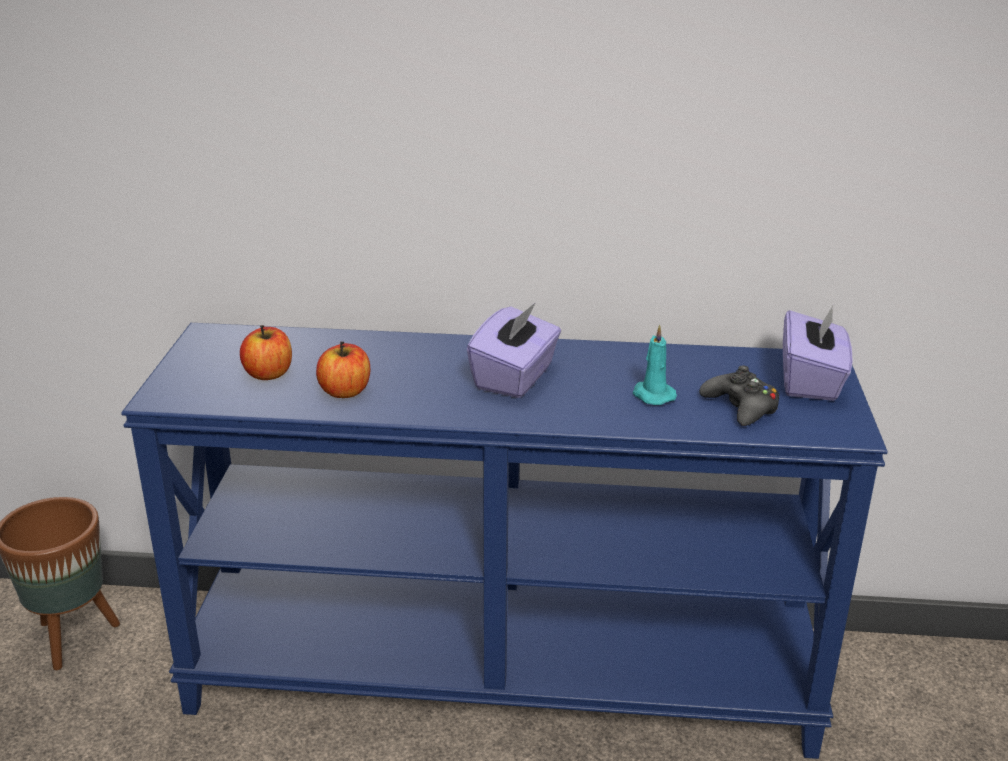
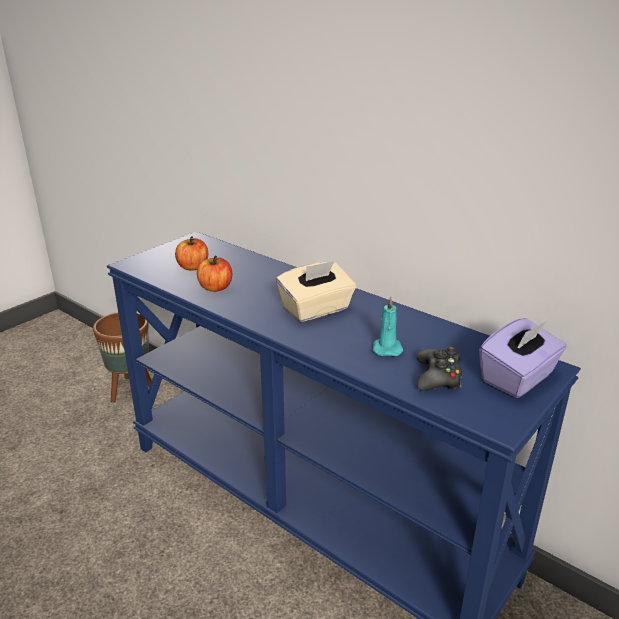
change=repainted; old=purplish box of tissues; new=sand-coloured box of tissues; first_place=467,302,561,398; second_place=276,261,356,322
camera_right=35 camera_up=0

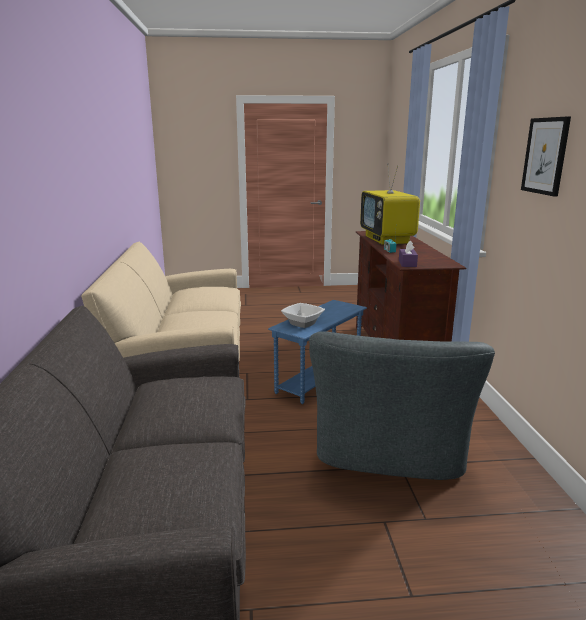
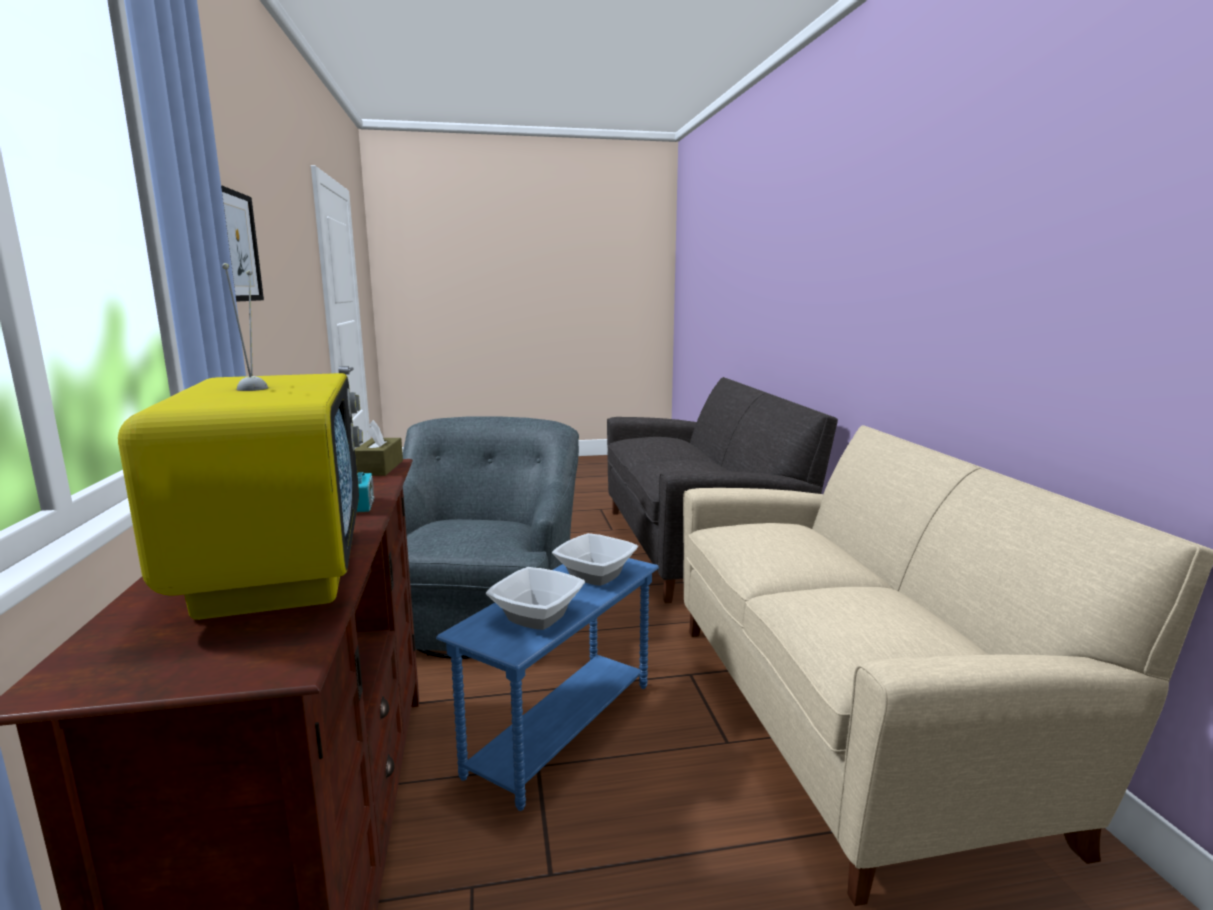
change=repainted; old=purplish box of tissues; new=brown-coloured box of tissues; first_place=399,240,418,267; second_place=355,420,403,476
change=new; new=serving bowl; second_place=486,567,585,630
camera_right=175 camera_up=-5

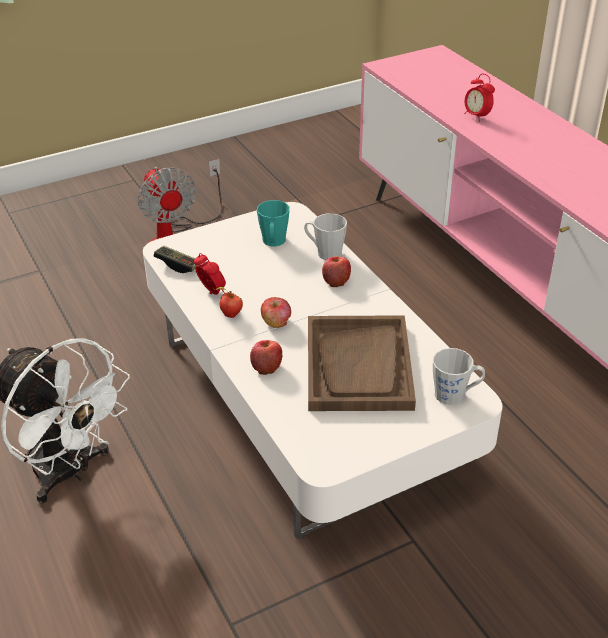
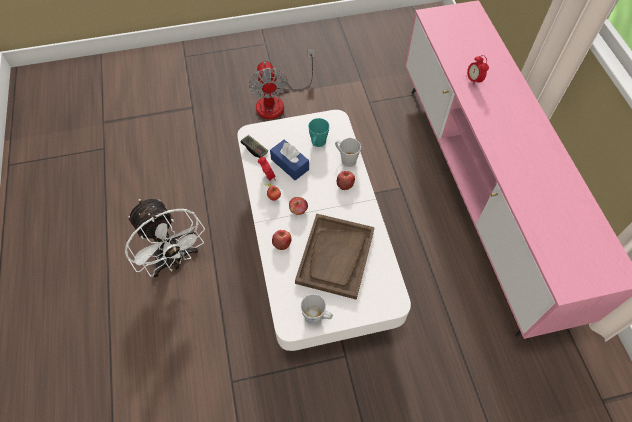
change=new; new=blue-coloured box of tissues; second_place=270,139,309,180
change=shifted; old=gray tea mug; first_place=433,348,485,405; second_place=301,294,333,325
camera_right=15 camera_up=20

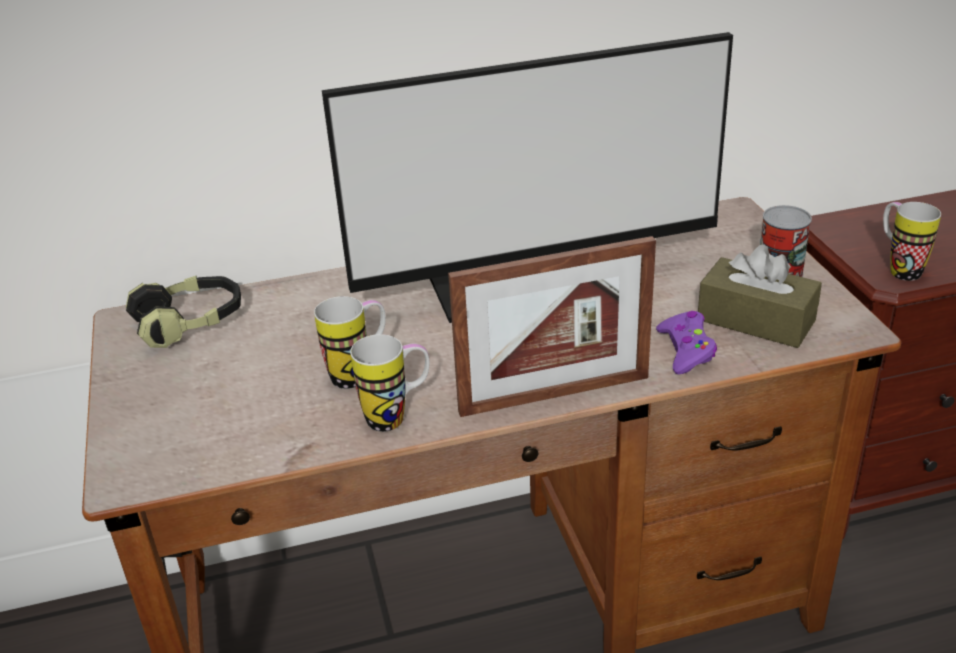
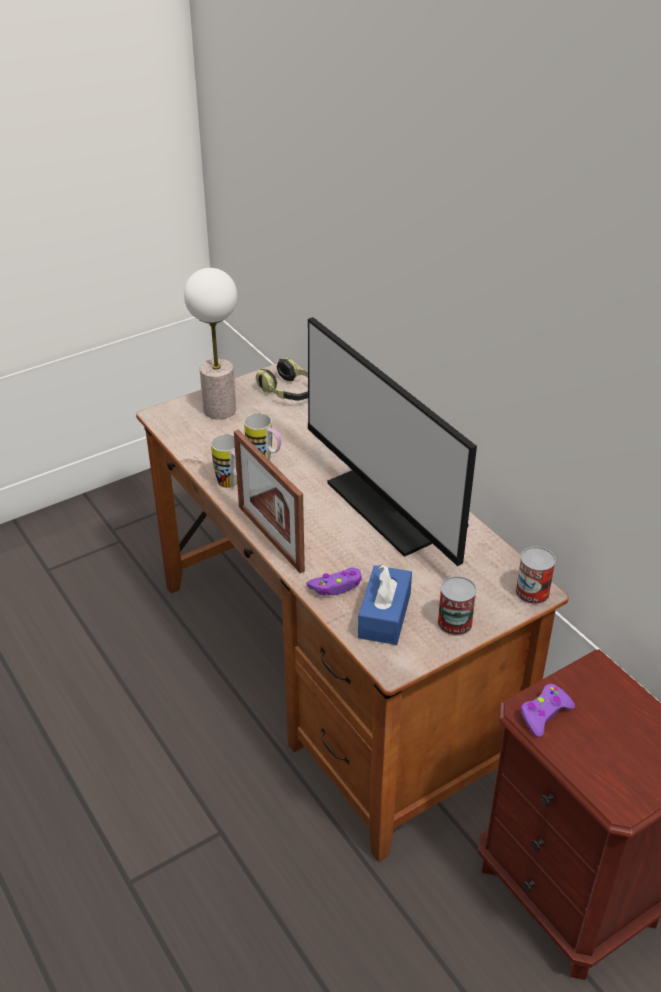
change=new; new=lamp for a table; second_place=184,268,237,419
change=repainted; old=brown-coloured box of tissues; new=blue-coloured box of tissues; first_place=698,245,822,348; second_place=358,564,412,645
change=new; new=can; second_place=515,546,556,605
change=swapped; old=tea mug; new=purplish joypad; first_place=883,202,941,281; second_place=520,684,575,737
camera_right=70 camera_up=5

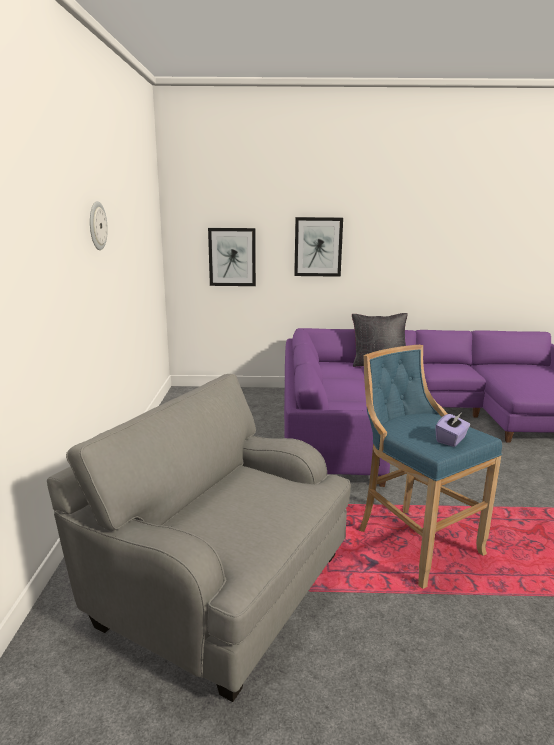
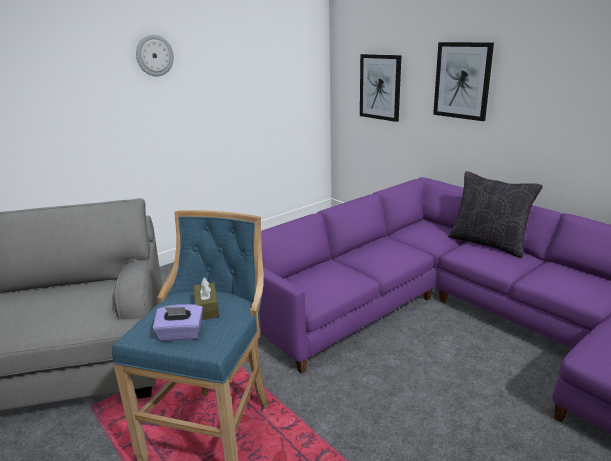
change=new; new=brown-coloured box of tissues; second_place=194,278,219,320
camera_right=50 camera_up=5

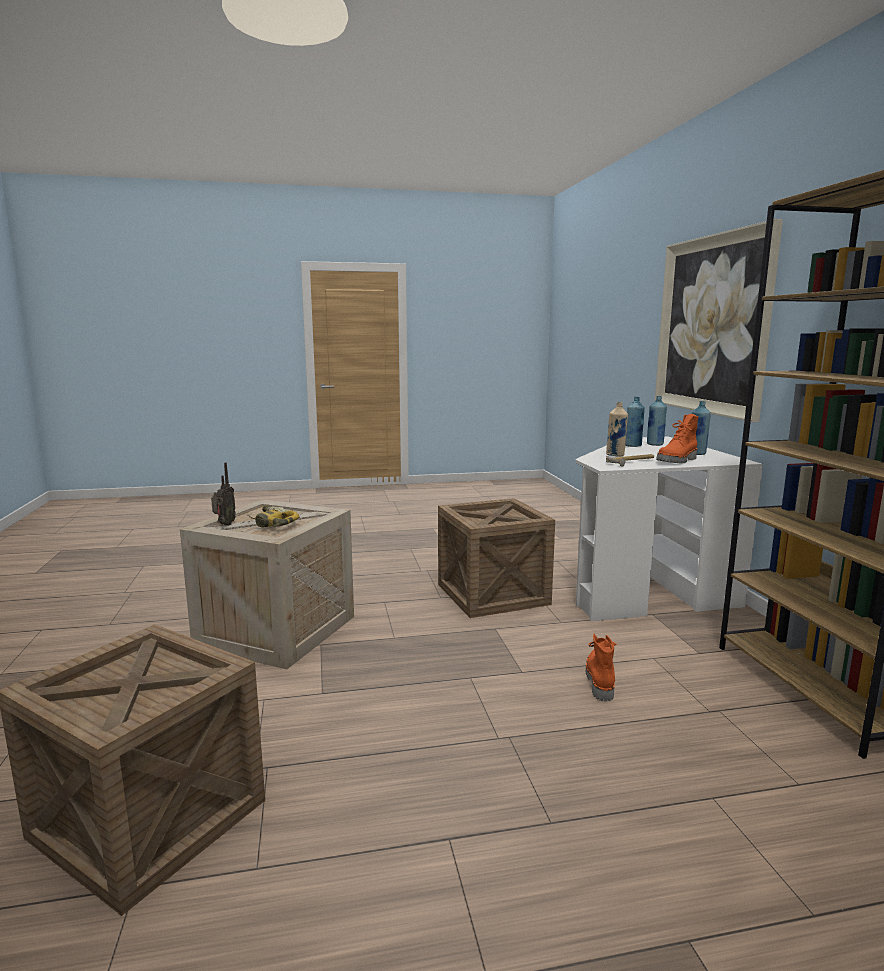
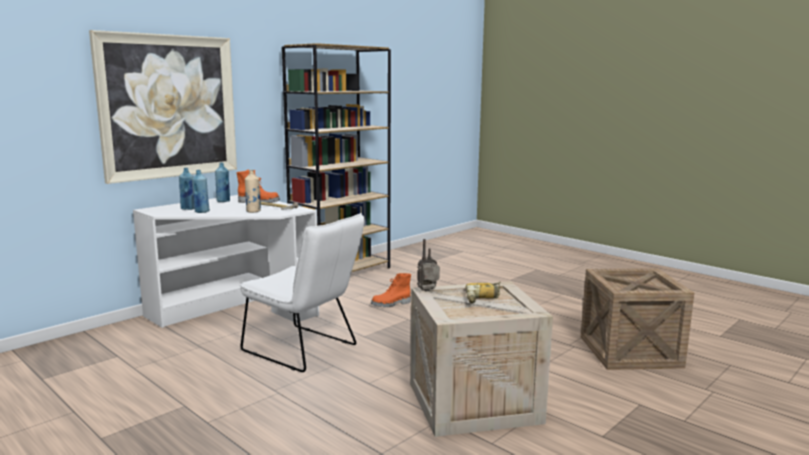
change=swapped; old=crate; new=white plain chair; first_place=438,498,555,618; second_place=240,213,365,372
change=shifted; old=radio receiver; first_place=211,462,236,526; second_place=417,239,440,292
camera_right=-125 camera_up=0

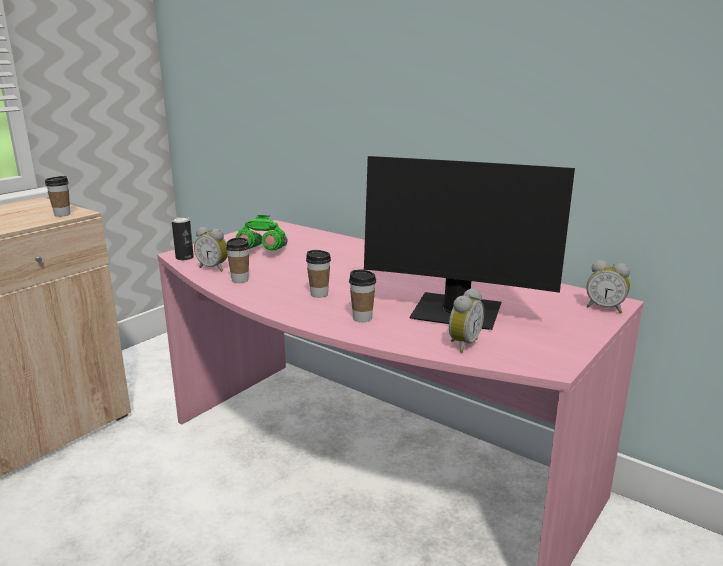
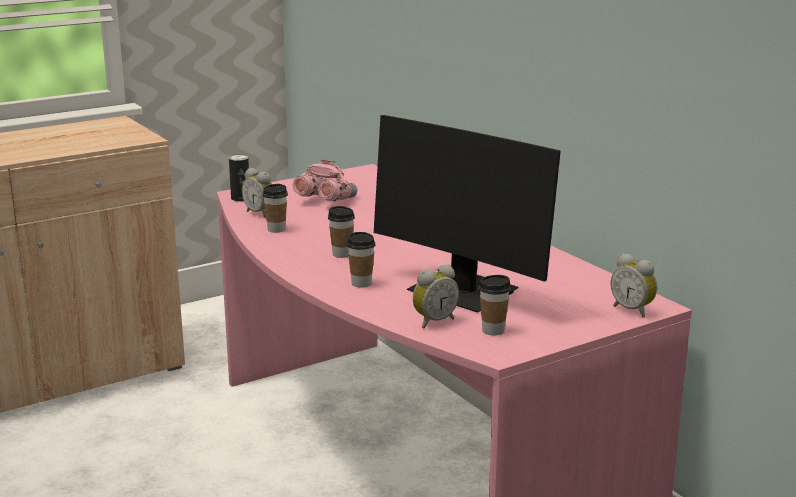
change=repainted; old=green-coloured field glasses; new=pinkish field glasses; first_place=235,215,288,251; second_place=293,159,357,201
change=shifted; old=drinking cup; first_place=45,176,70,217; second_place=479,275,511,335
camera_right=20 camera_up=0

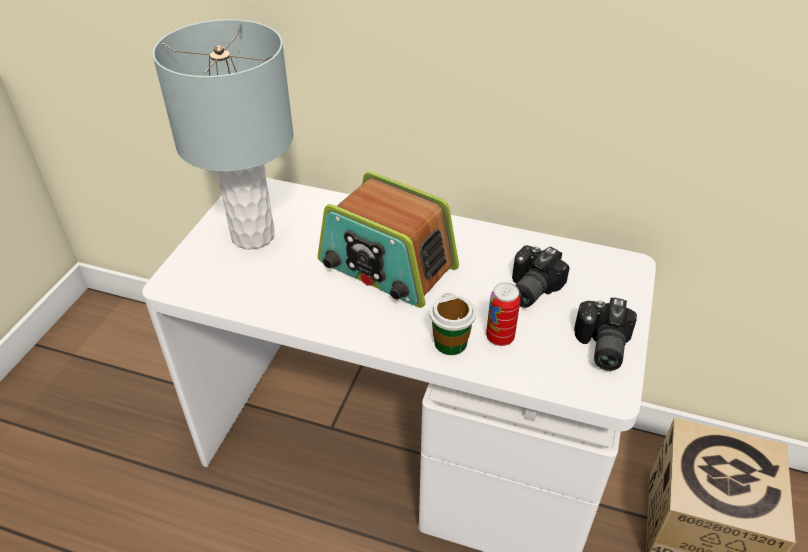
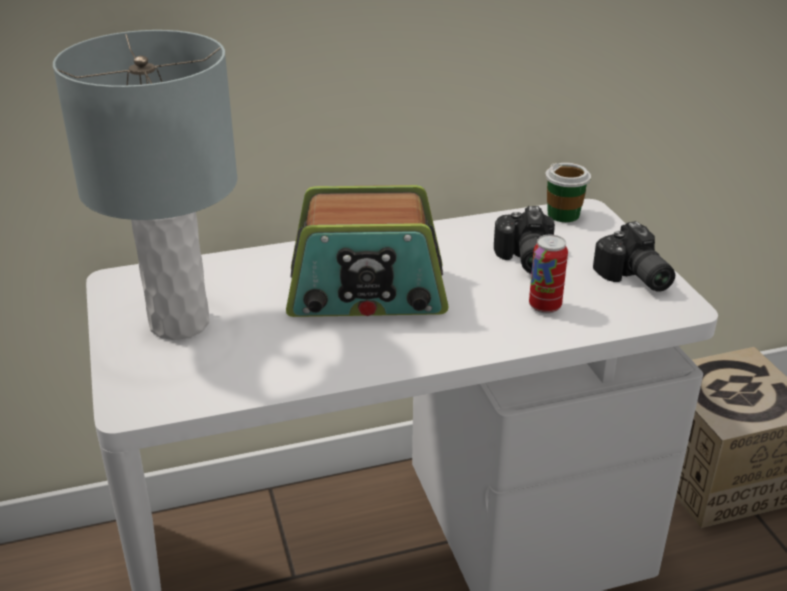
change=shifted; old=drinking cup; first_place=429,293,476,355; second_place=545,163,591,222
camera_right=-35 camera_up=-10

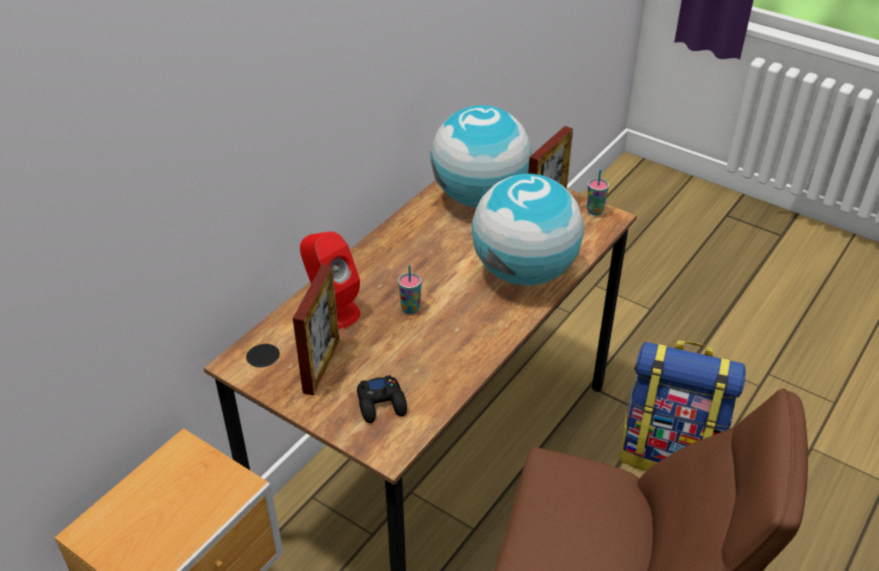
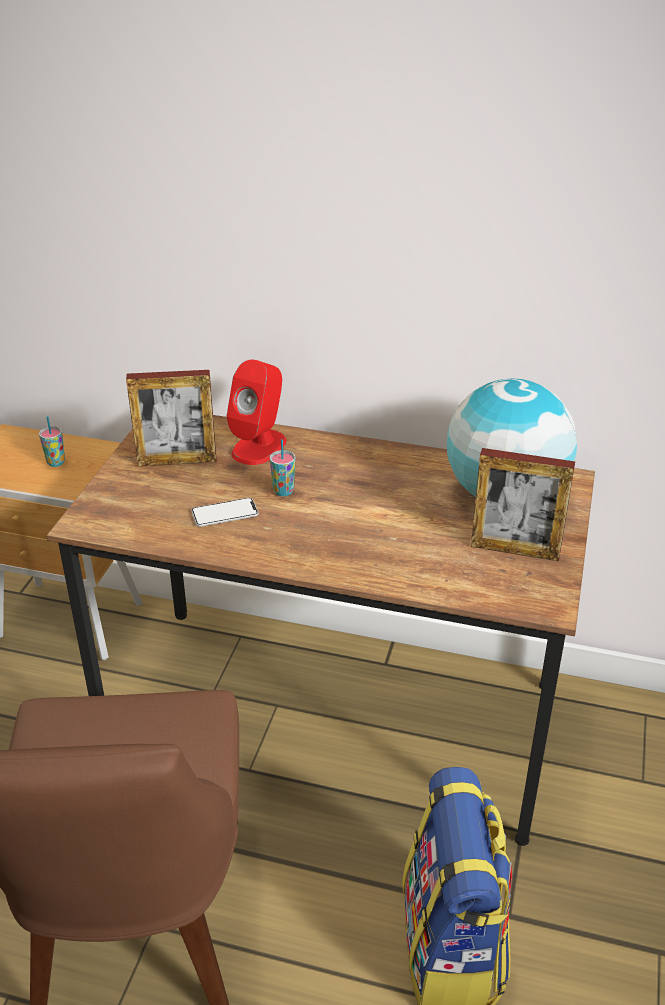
change=shifted; old=drinking cup; first_place=587,170,609,215; second_place=39,416,65,467
change=new; new=telephone; second_place=191,498,259,527
change=gone; old=black joypad; first_place=357,375,407,423
change=gone; old=world globe; first_place=472,174,584,286
camera_right=70 camera_up=-5

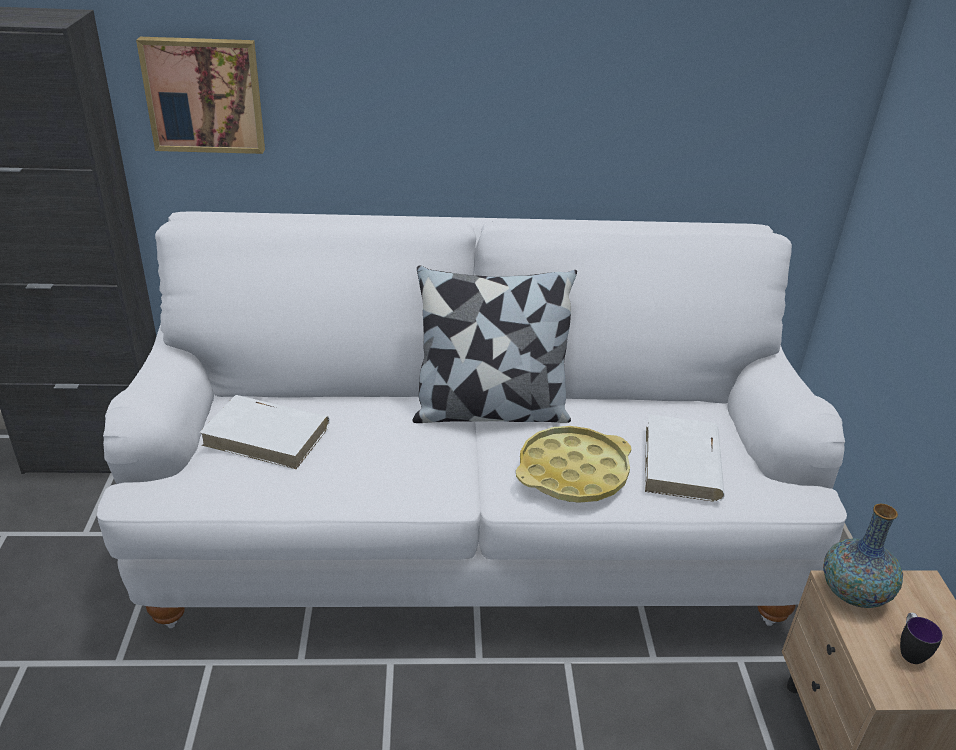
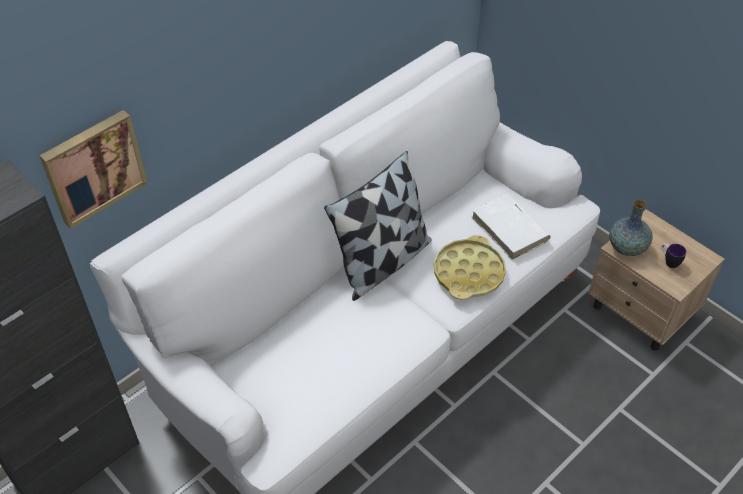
change=gone; old=white book; first_place=199,395,330,469
camera_right=-40 camera_up=15

